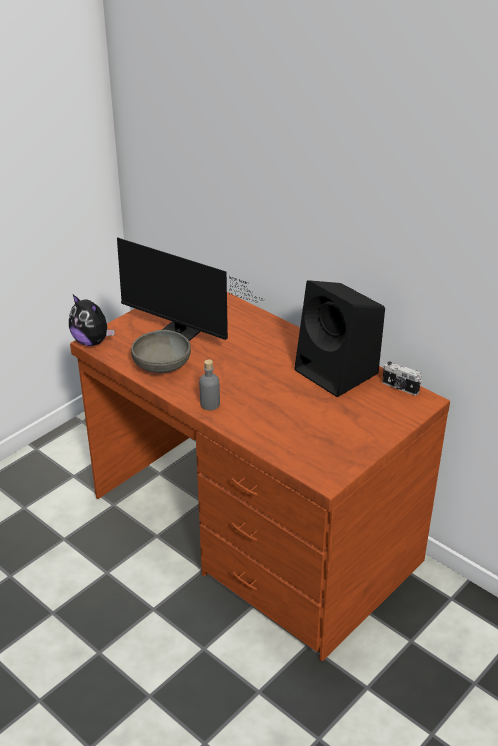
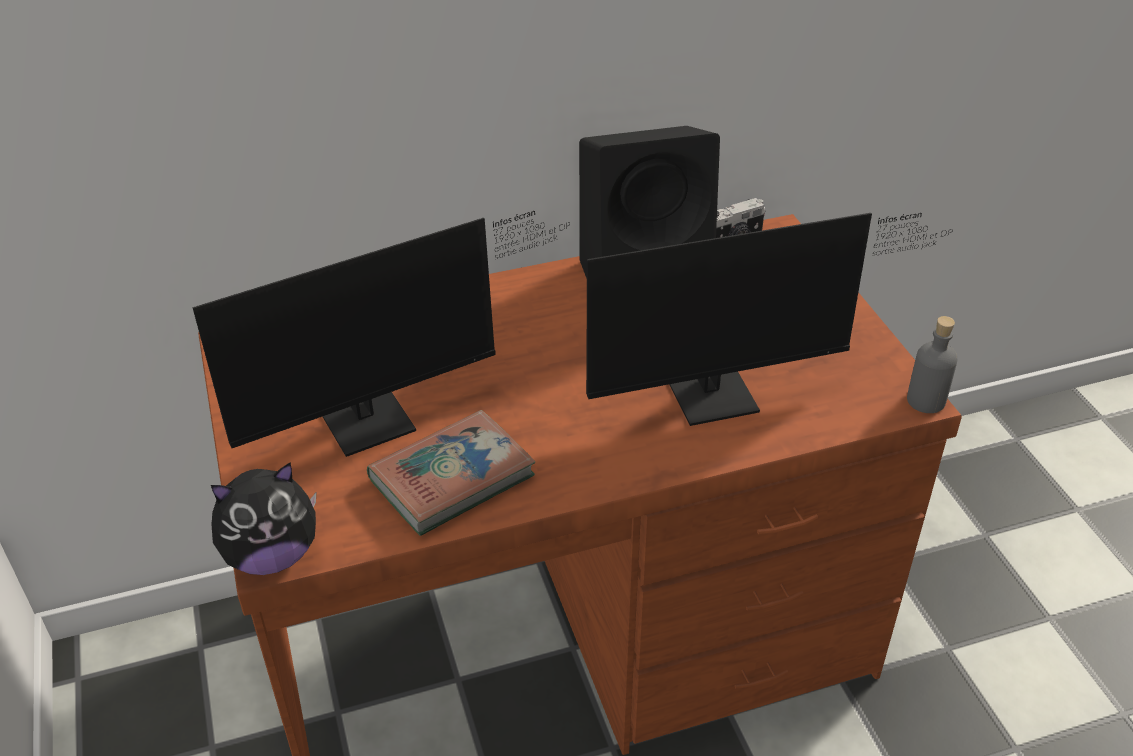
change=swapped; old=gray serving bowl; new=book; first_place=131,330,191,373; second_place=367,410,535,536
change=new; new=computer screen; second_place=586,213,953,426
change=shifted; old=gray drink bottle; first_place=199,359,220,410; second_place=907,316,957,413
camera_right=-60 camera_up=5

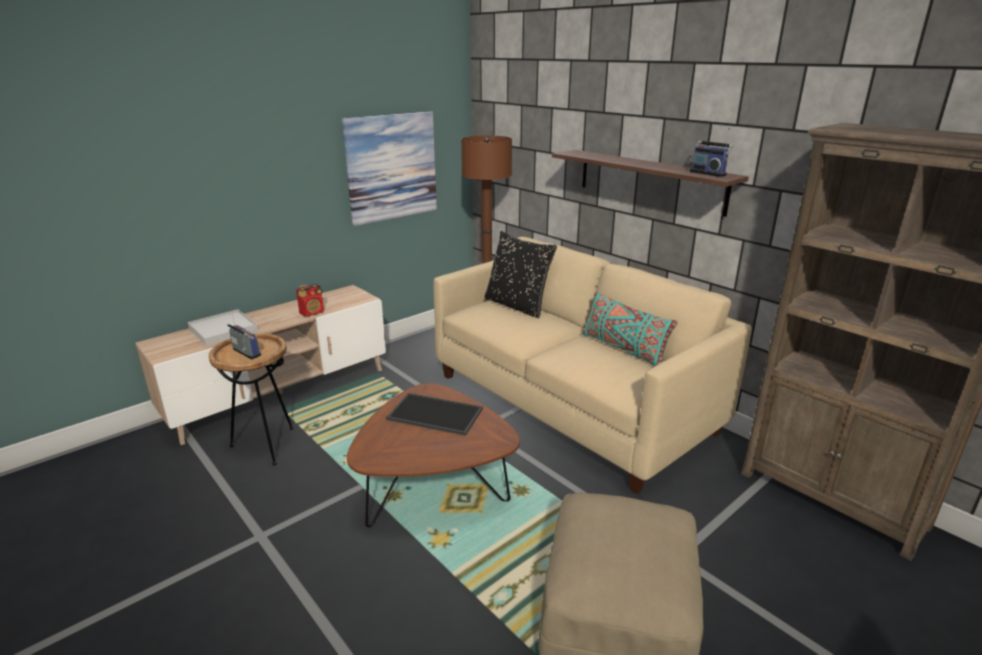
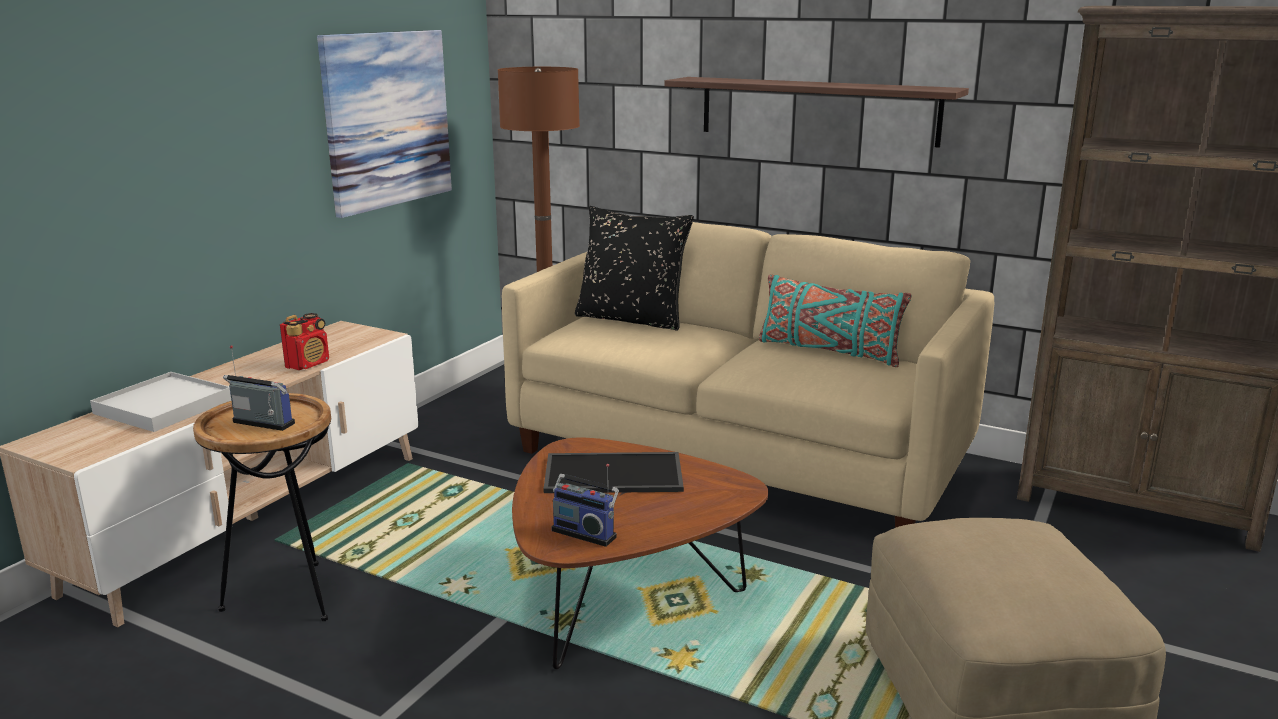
change=shifted; old=radio receiver; first_place=690,128,733,177; second_place=551,464,619,547
camera_right=-20 camera_up=-5

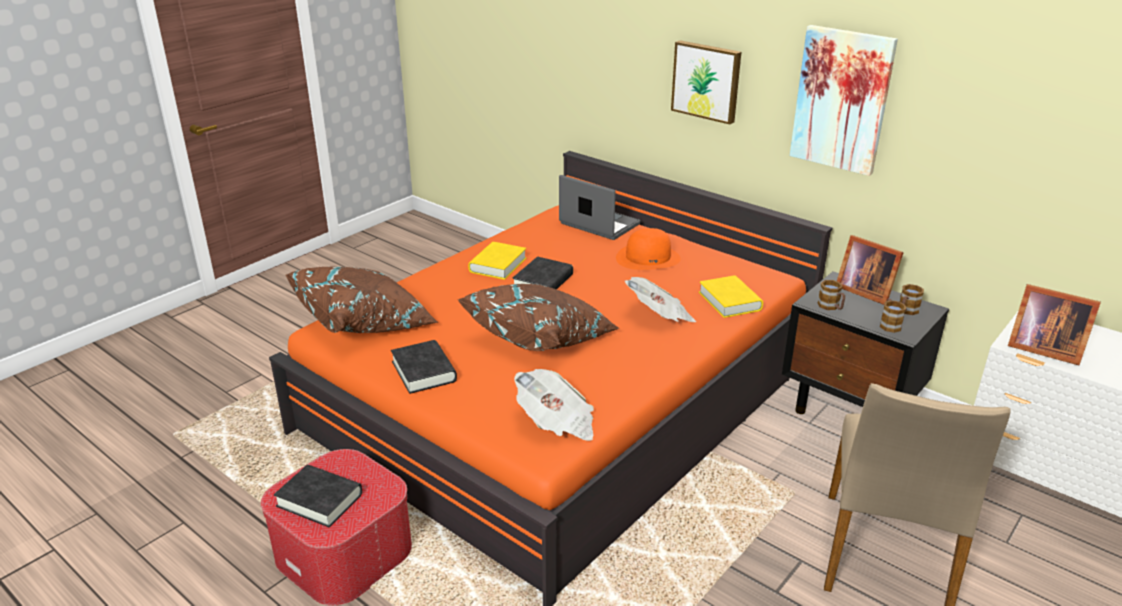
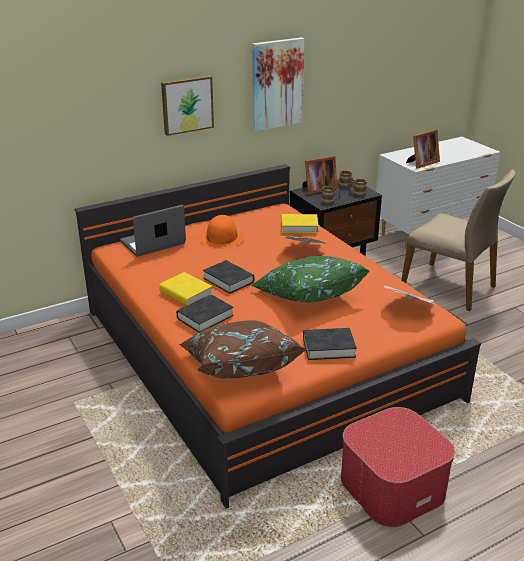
change=shifted; old=black book; first_place=274,465,362,527; second_place=176,295,234,332
change=repainted; old=brown-coloured throw pillow; new=green-coloured throw pillow; first_place=457,284,620,351; second_place=251,256,370,303
camera_right=-70 camera_up=0

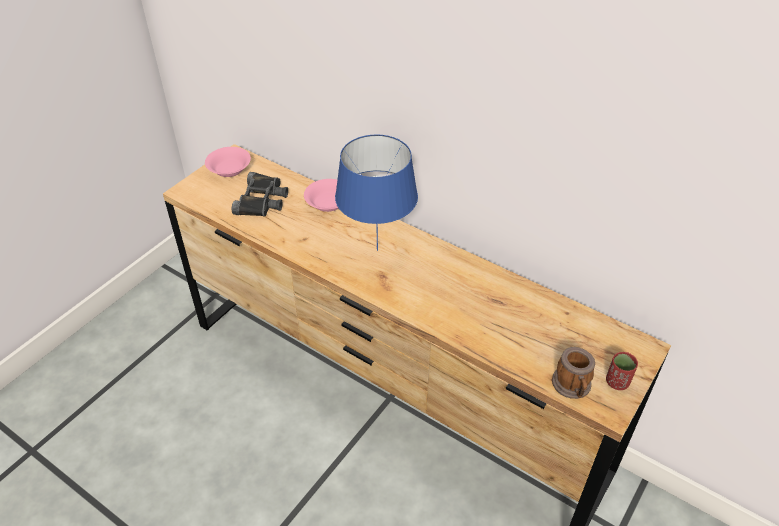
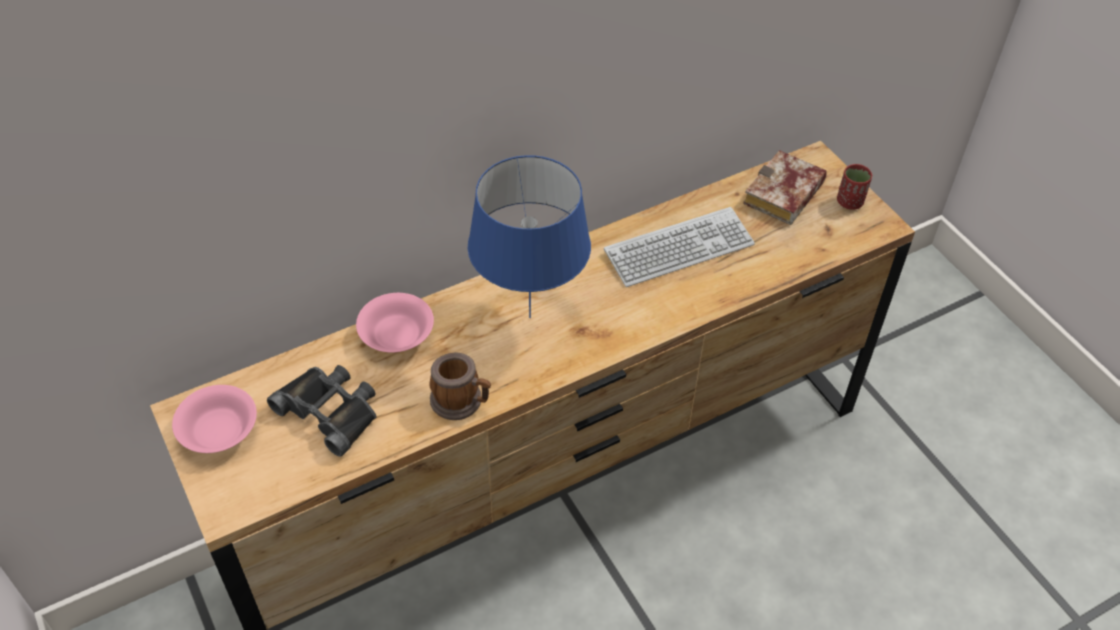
change=shifted; old=tea mug; first_place=552,347,595,399; second_place=429,352,491,420
change=new; new=keyboard; second_place=604,207,755,287
change=new; new=book; second_place=743,150,827,225
camera_right=-65 camera_up=5

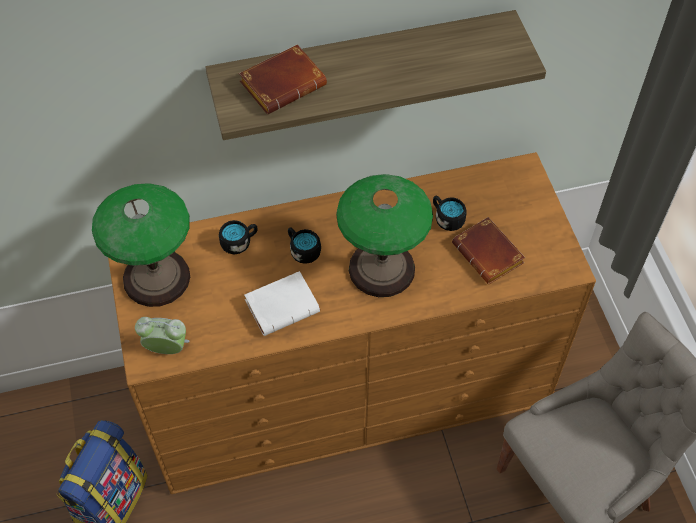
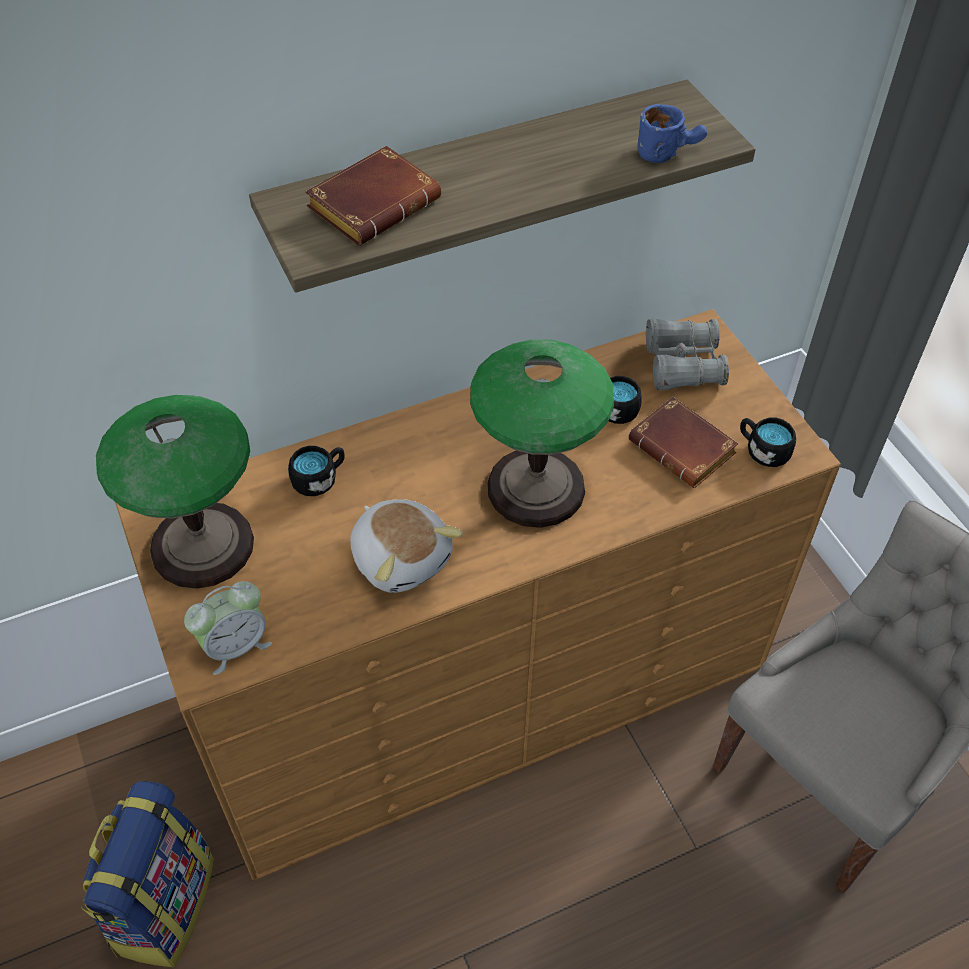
change=rotated; old=bedside clock; first_place=135,317,190,354; second_place=184,581,272,675; degrees=150
change=swapped; old=white book; new=soft toy; first_place=244,271,320,336; second_place=350,499,463,593
change=new; new=blue-coloured tea mug; second_place=638,104,707,163
change=new; new=gray field glasses; second_place=646,319,729,391
change=shifted; old=black tea mug; first_place=288,227,321,264; second_place=740,417,796,467
camera_right=-10 camera_up=-5

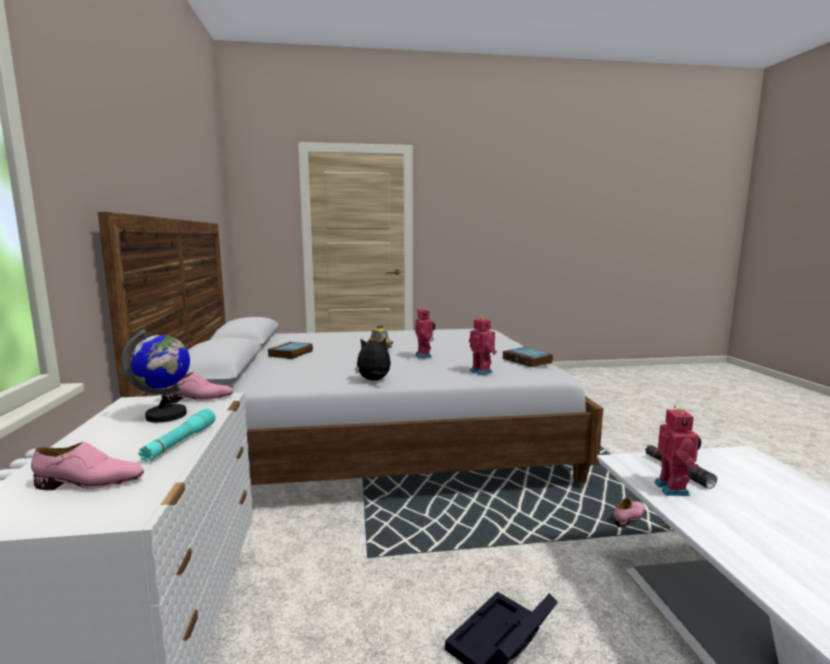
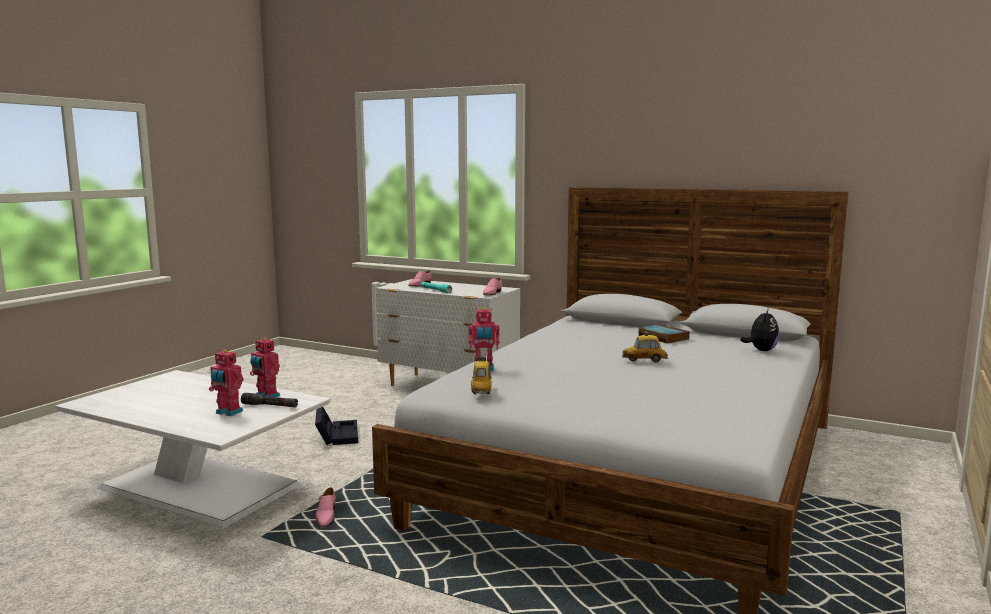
change=shifted; old=toy robot; first_place=415,307,435,358; second_place=209,350,244,416
change=swapped; old=book; new=miniature car; first_place=503,347,553,367; second_place=471,356,492,395
change=shifted; old=soft toy; first_place=355,338,391,380; second_place=740,309,779,351
change=gone; old=world globe; first_place=121,329,190,423
camera_right=125 camera_up=0

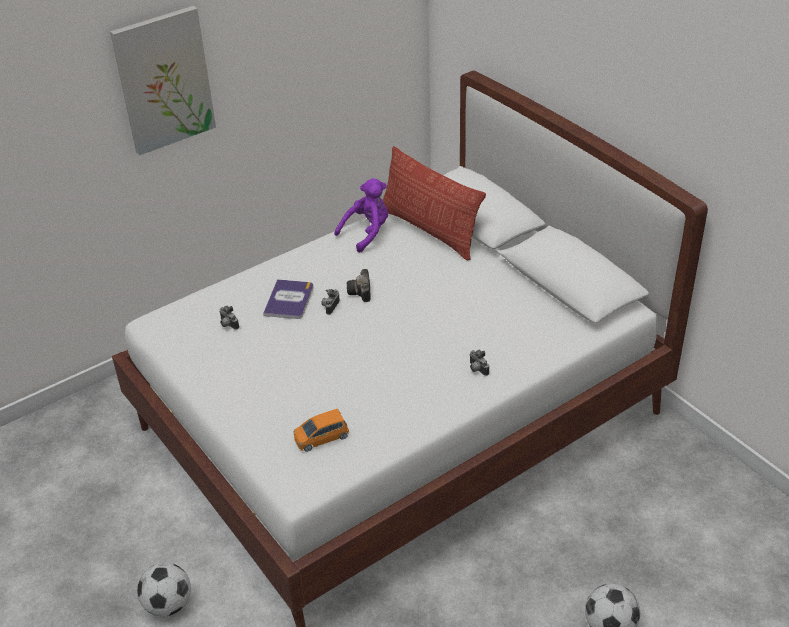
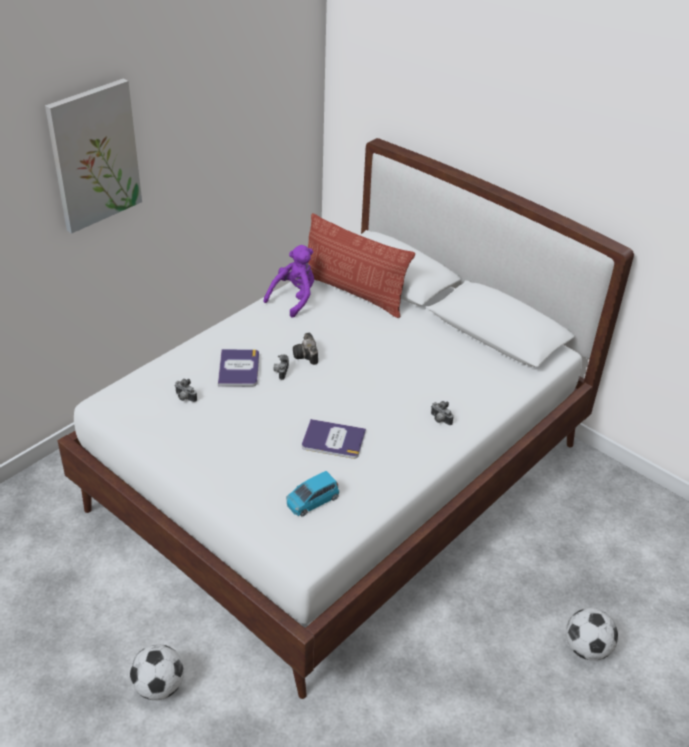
change=repainted; old=orangey miniature car; new=blue-coloured miniature car; first_place=294,409,349,452; second_place=286,471,339,516
change=new; new=book; second_place=302,419,366,459
camera_right=-15 camera_up=0

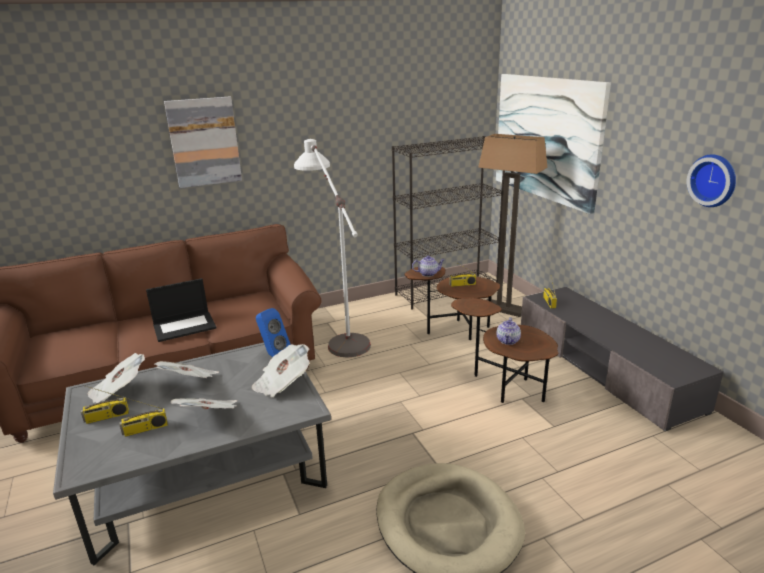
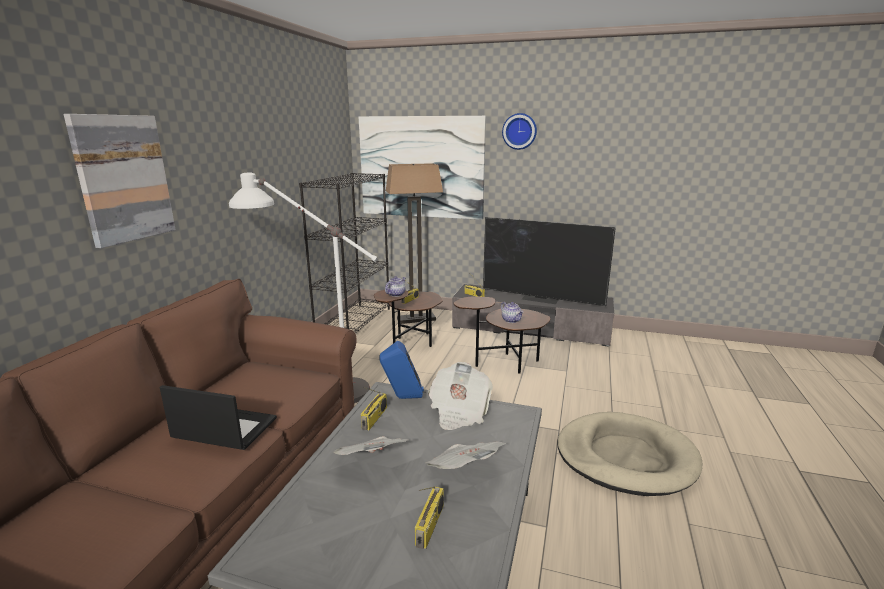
change=rotated; old=notebook computer; first_place=146,278,216,342; second_place=160,385,277,450; degrees=-90
change=shifted; old=radio receiver; first_place=81,385,129,424; second_place=361,387,387,430
change=new; new=TV set; second_place=483,217,616,306
change=shifted; old=clock on the wall; first_place=687,154,736,207; second_place=502,113,537,150
change=gone; old=printed paper; first_place=88,353,145,404
camera_right=-50 camera_up=-5

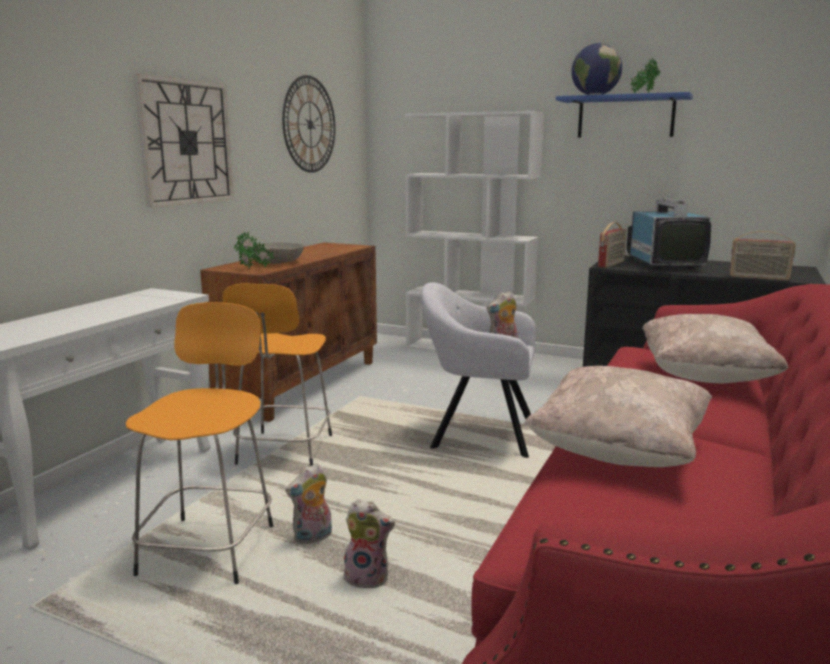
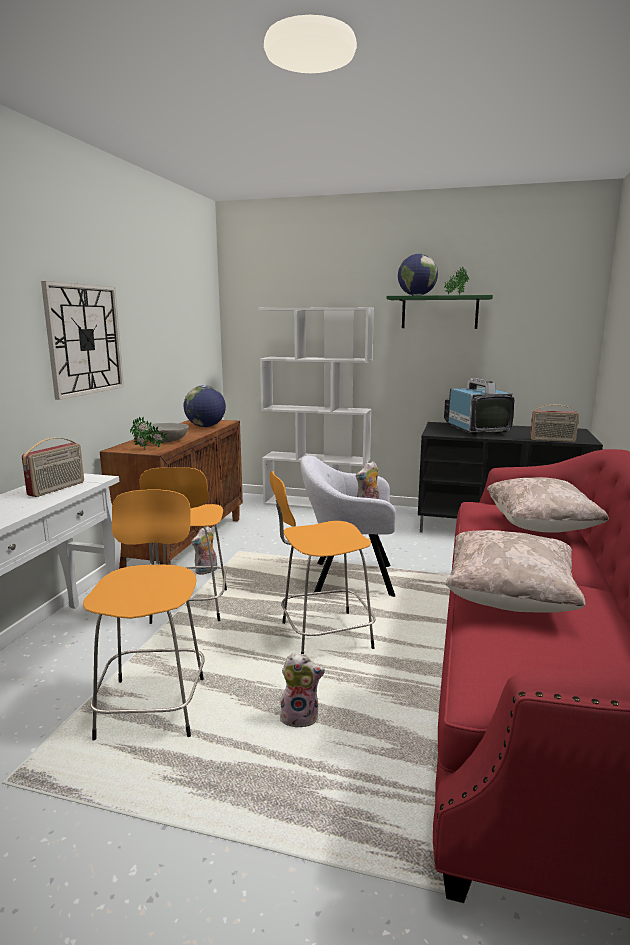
change=shifted; old=radio receiver; first_place=598,222,627,268; second_place=22,438,84,497
change=new; new=world globe; second_place=184,385,226,427
change=shifted; old=soft toy; first_place=286,463,332,544; second_place=191,526,217,575
change=new; new=orangey stool seat; second_place=270,471,375,654
change=repainted; old=blue-coloured bracket shelf; new=green-coloured bracket shelf; first_place=556,92,693,137; second_place=387,295,493,329
change=gone; old=clock on the wall; first_place=282,75,335,173
camera_right=-10 camera_up=0

